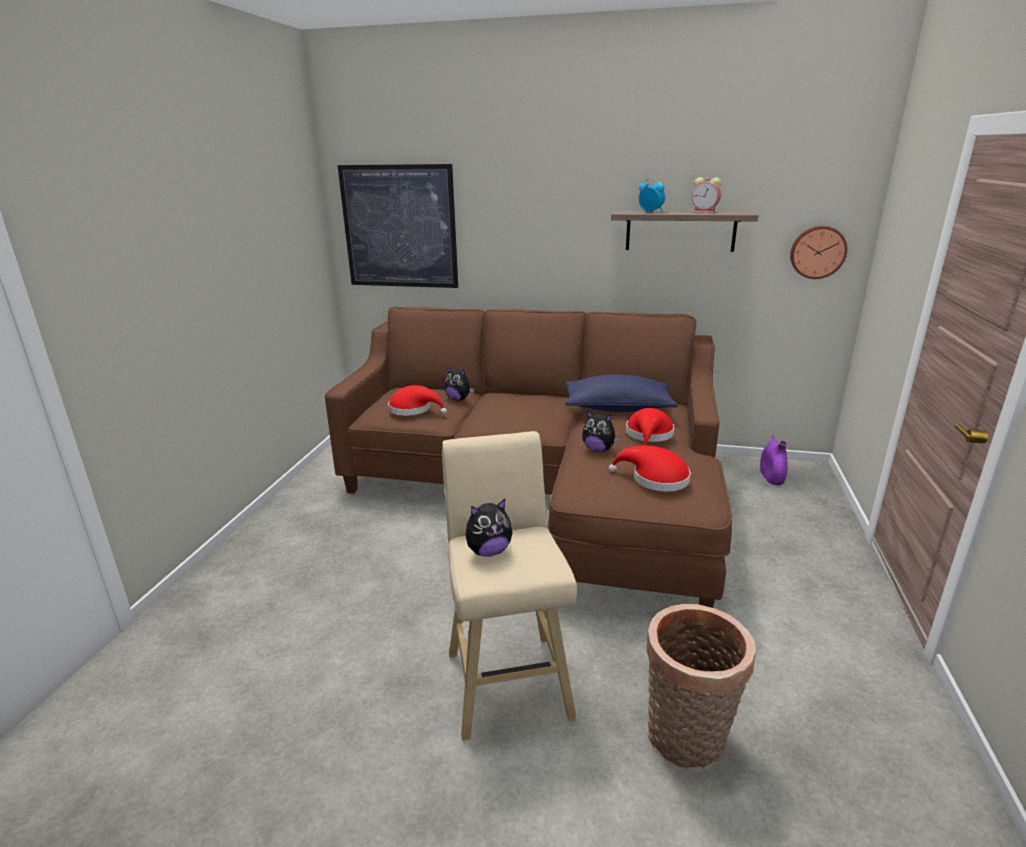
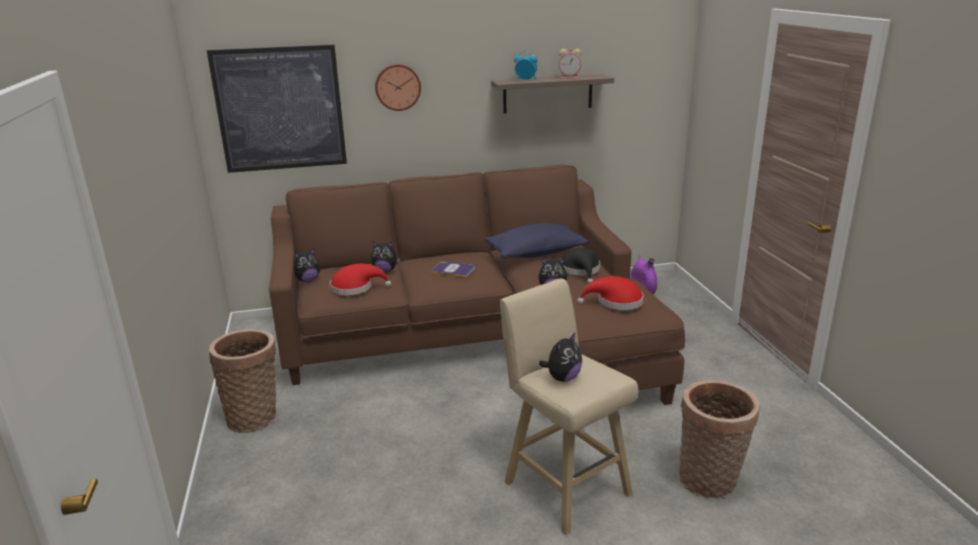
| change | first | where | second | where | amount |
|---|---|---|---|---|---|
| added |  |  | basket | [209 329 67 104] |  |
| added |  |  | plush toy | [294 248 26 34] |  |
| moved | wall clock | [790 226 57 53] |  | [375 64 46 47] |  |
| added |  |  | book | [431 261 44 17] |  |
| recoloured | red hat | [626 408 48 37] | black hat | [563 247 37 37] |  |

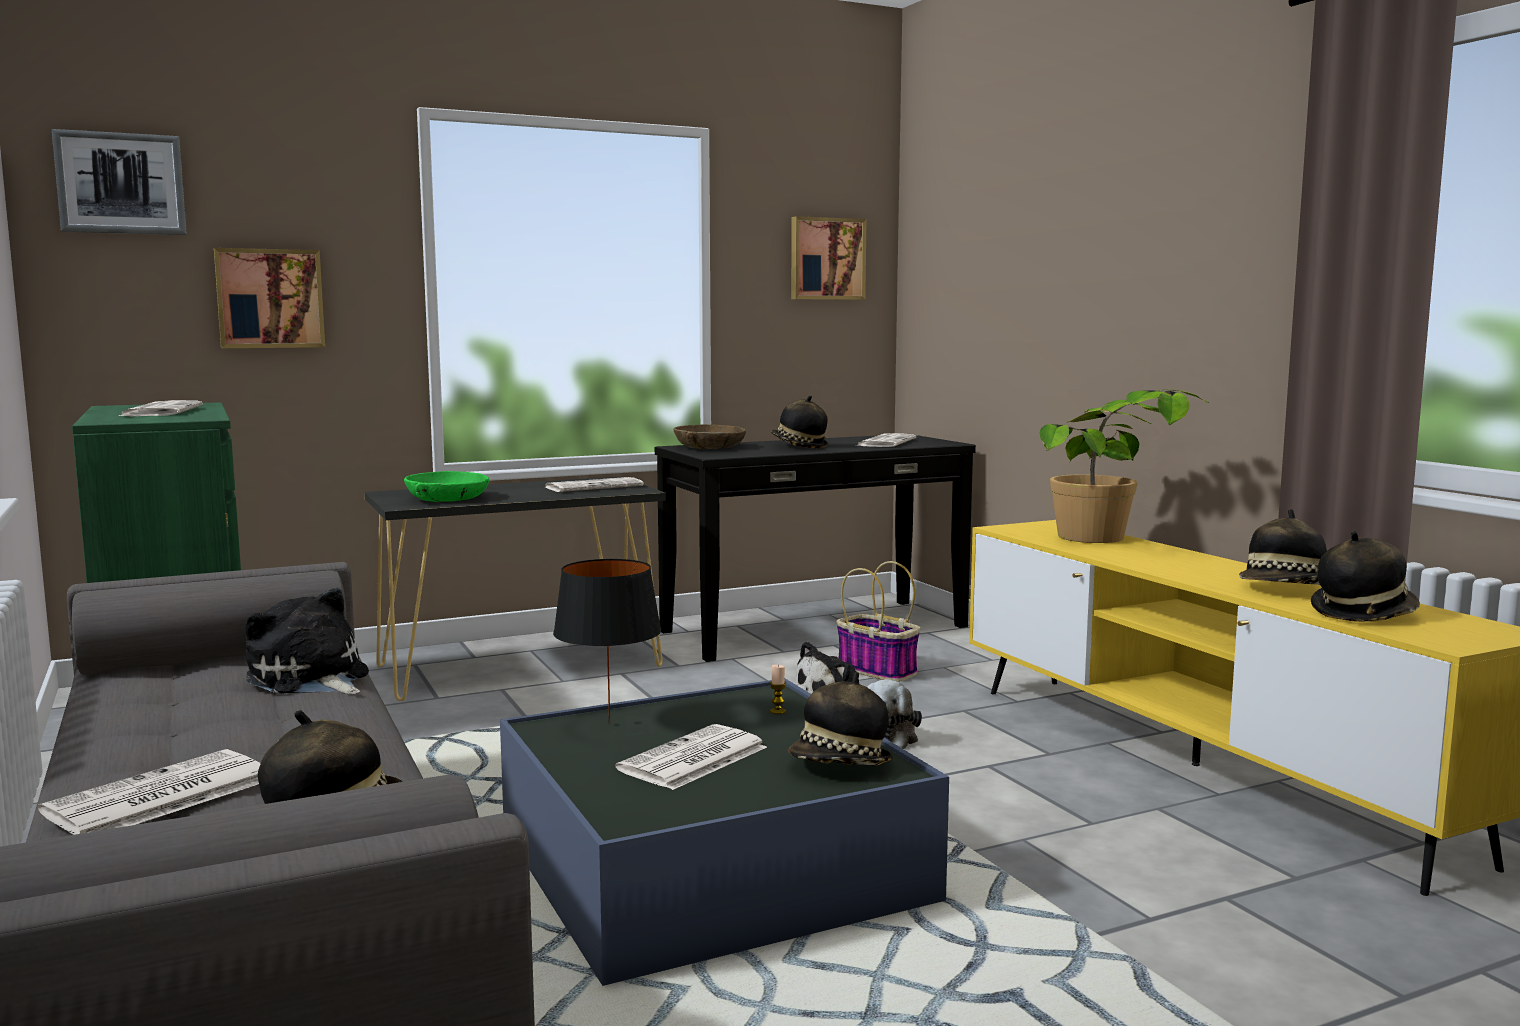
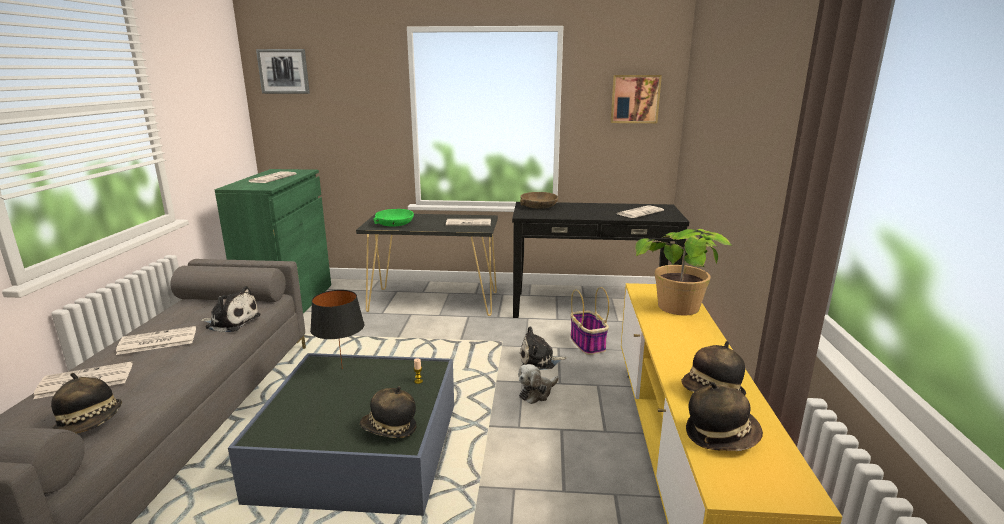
| change | first | where | second | where | amount |
|---|---|---|---|---|---|
| moved | newspaper | [615 724 152 66] |  | [116 326 80 29] |  |
| turned | plush toy | [245 588 124 106] |  | [200 286 61 46] | 120 degrees clockwise |
| removed | picture | [214 248 111 100] |  |  |  |
| removed | hat | [771 395 57 53] |  |  |  |

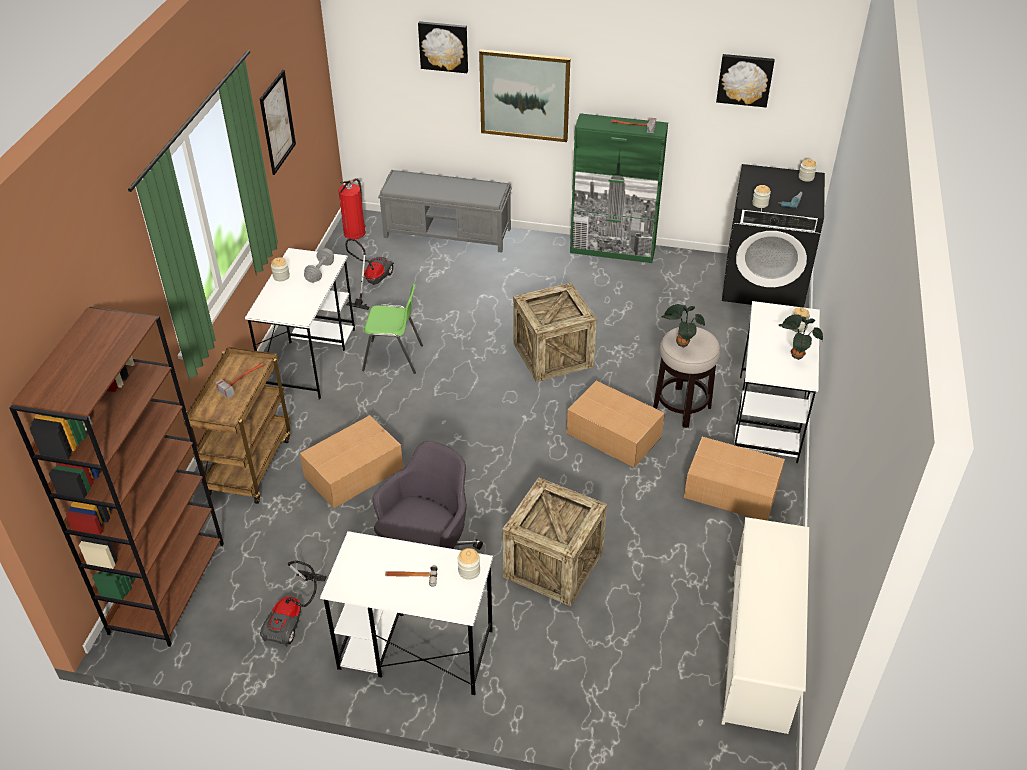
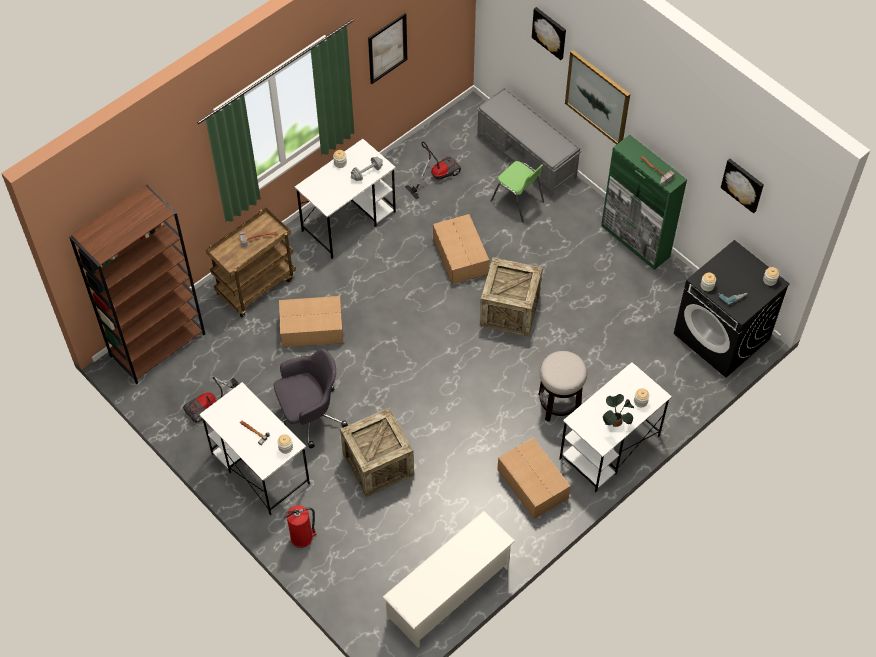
| change | first | where | second | where | amount |
|---|---|---|---|---|---|
| moved | fire extinguisher | [338 178 28 61] |  | [284 505 32 43] |  |
| moved | cardboard box | [566 381 99 87] |  | [433 214 56 70] |  |
| moved | green chair | [362 284 61 90] |  | [490 161 54 61] |  |
| removed | potted plant | [661 304 44 44] |  |  |  |

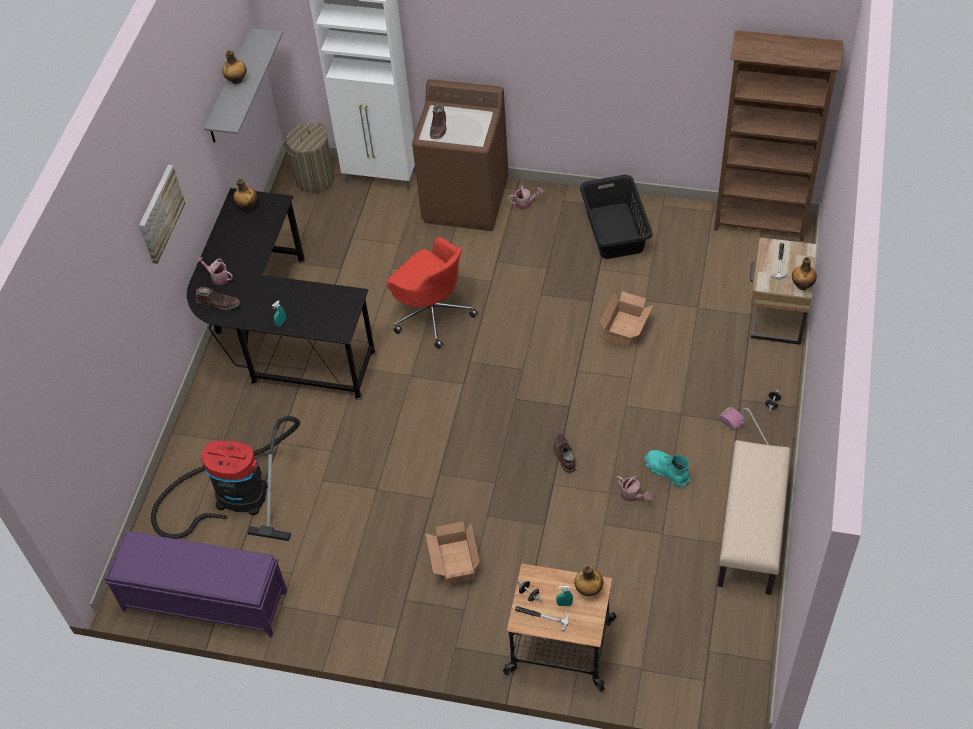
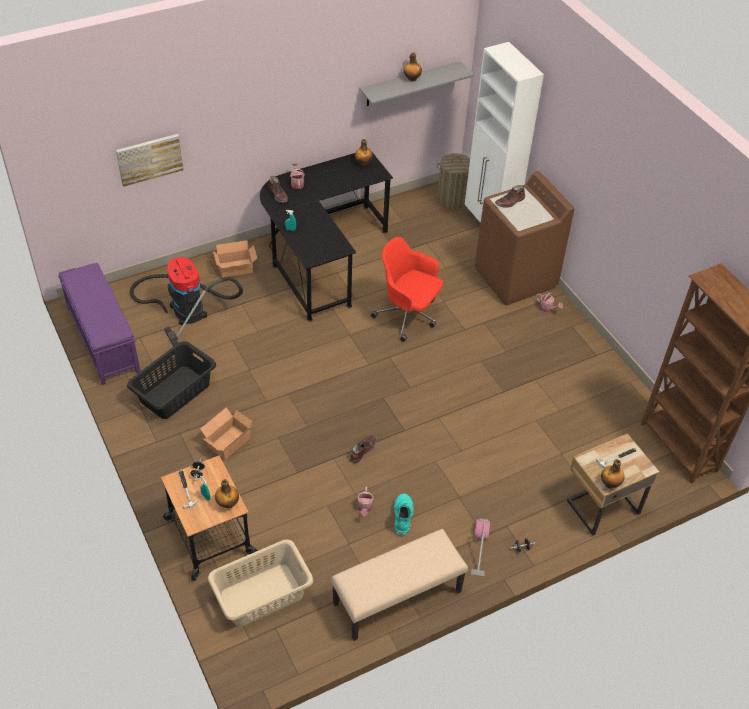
| change | first | where | second | where | amount |
|---|---|---|---|---|---|
| moved | picture | [139 165 46 99] |  | [116 134 67 53] |  |
| moved | black laundry basket | [580 175 72 84] |  | [127 341 89 78] |  |
| added |  |  | beige laundry basket | [208 540 105 87] |  |
| moved | cardboard box | [600 291 53 57] |  | [213 240 44 38] |  |
| turned | red office chair | [387 237 91 112] |  | [371 237 72 105] | 120 degrees clockwise |

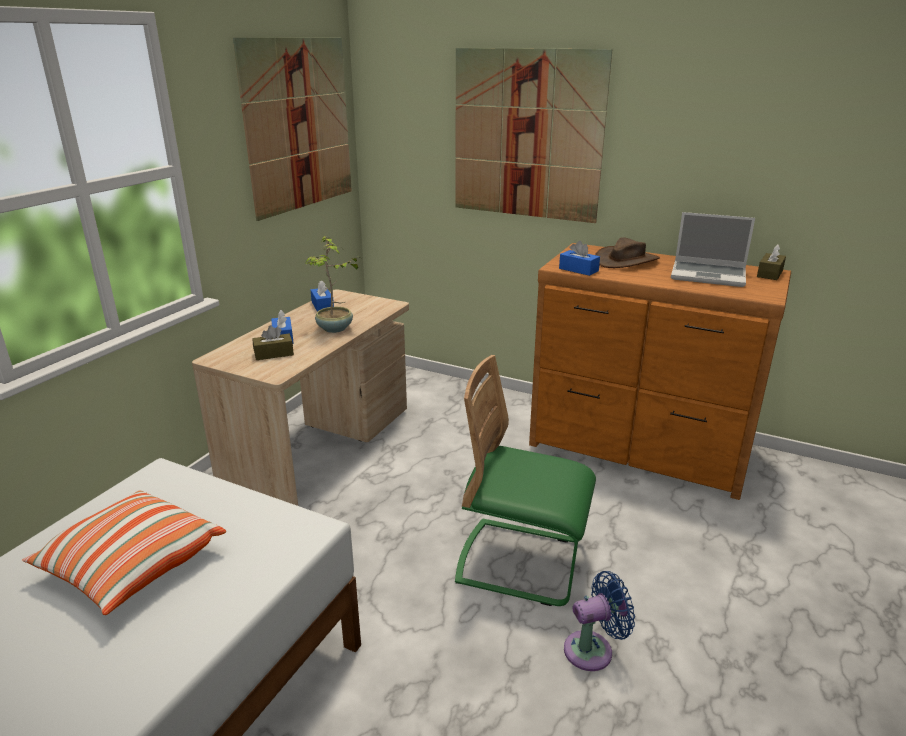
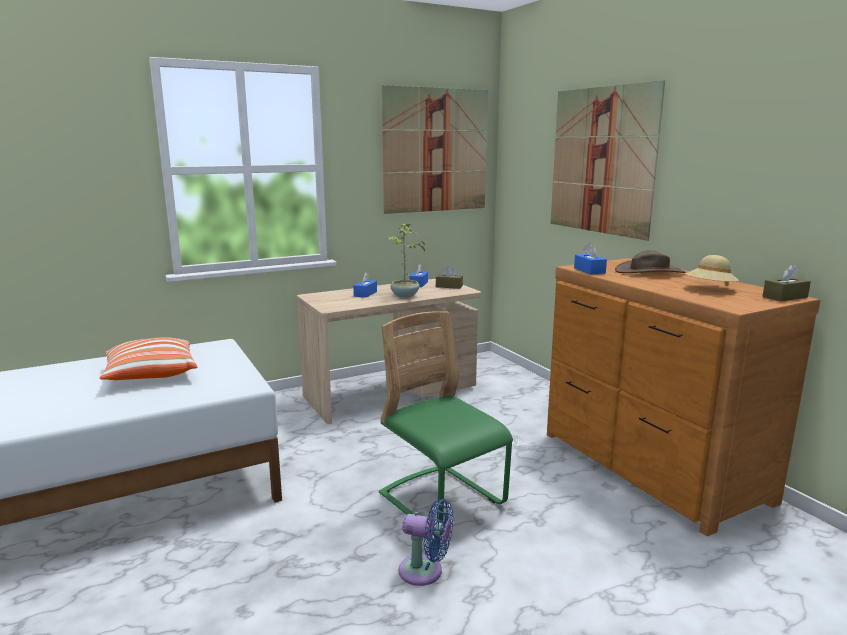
| change | first | where | second | where | amount |
|---|---|---|---|---|---|
| moved | brown tissue box | [252 325 42 35] |  | [436 266 27 23] |  |
| replaced | laptop | [671 212 84 75] | beige hat | [686 255 53 31] |  |

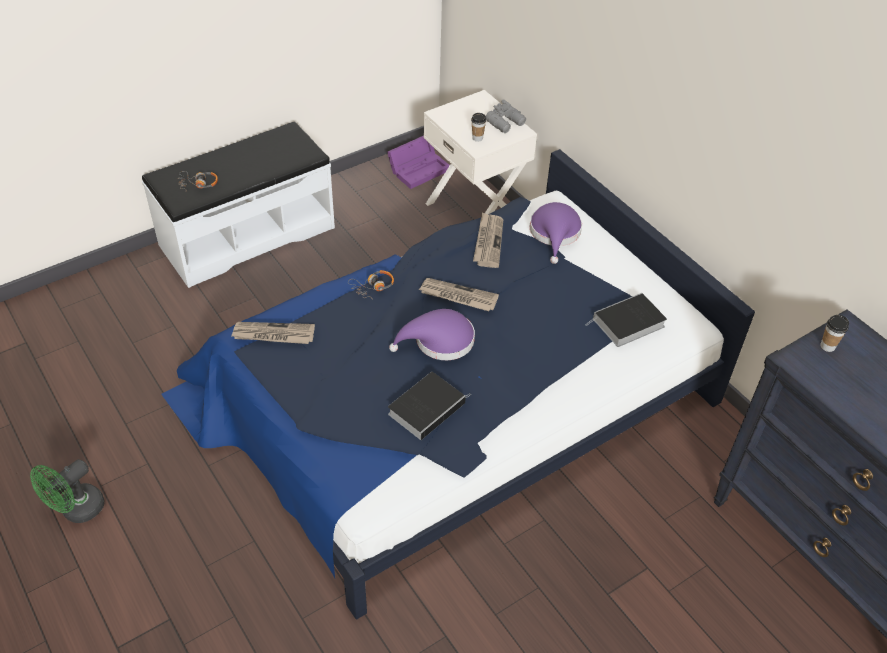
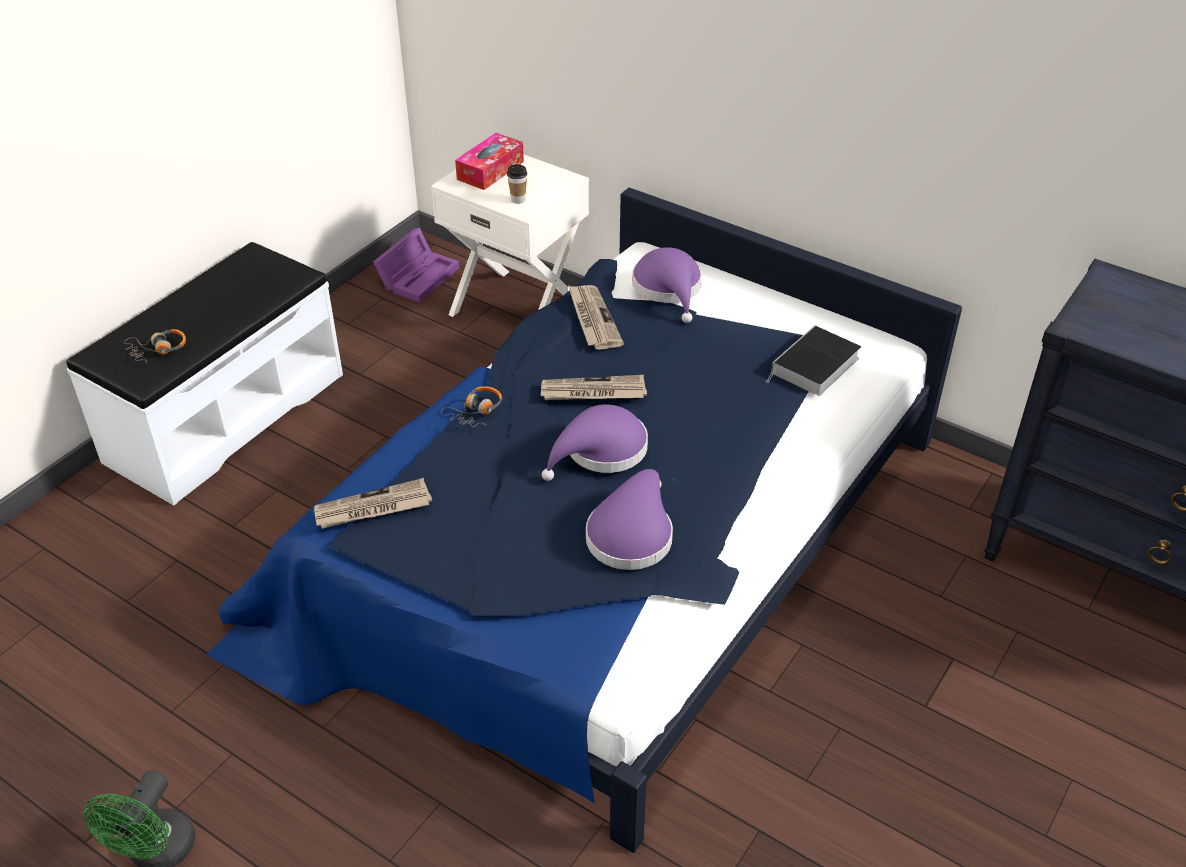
| change | first | where | second | where | amount |
|---|---|---|---|---|---|
| added |  |  | tissue box | [455 133 69 57] |  |
| replaced | book | [388 372 83 68] | purple hat | [586 469 87 101] |  |
| removed | grey binoculars | [486 99 40 34] |  |  |  |
| removed | cup | [820 315 29 37] |  |  |  |

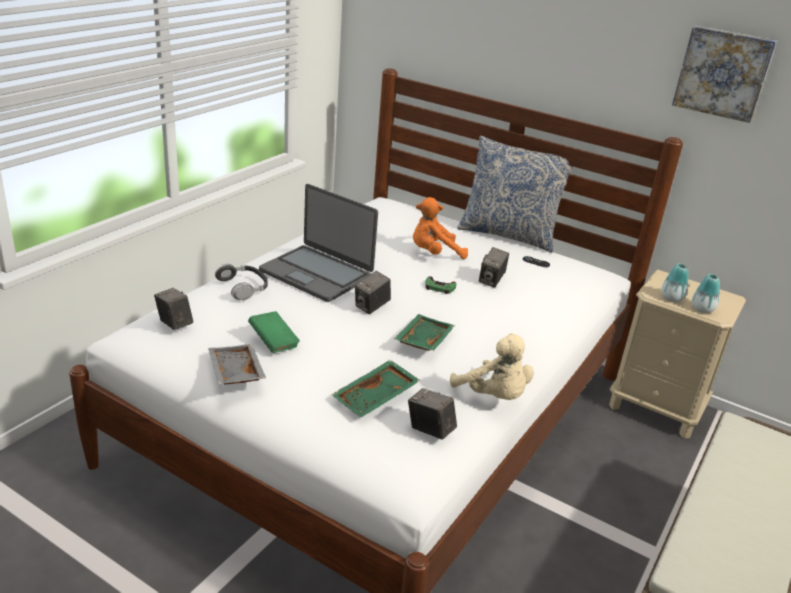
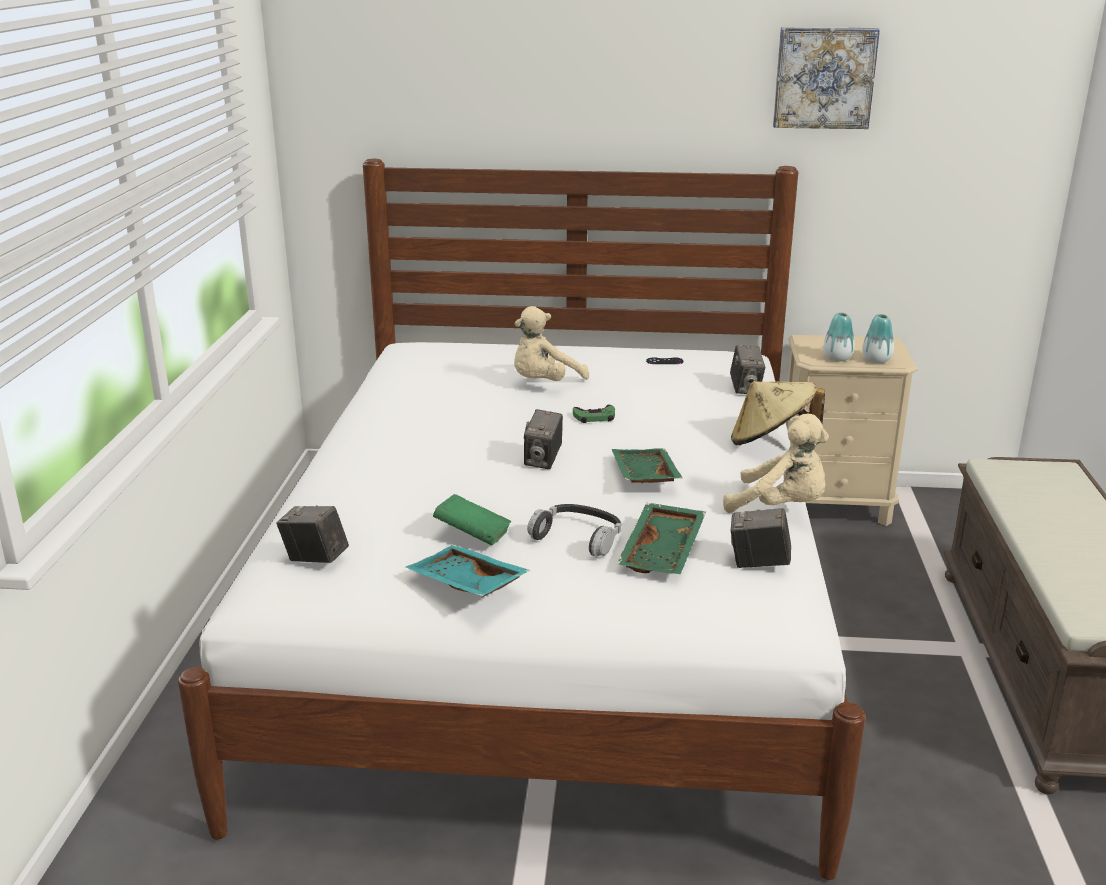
| change | first | where | second | where | amount |
|---|---|---|---|---|---|
| recoloured | grey tray | [208 344 58 41] | turquoise tray | [406 545 125 52] |  |
| recoloured | orange plush toy | [413 197 55 62] | beige plush toy | [514 306 75 75] |  |
| moved | headphones | [215 263 53 38] |  | [527 504 94 53] |  |
| moved | photo camera | [479 247 30 40] |  | [730 345 35 49] |  |
| added |  |  | beige hat | [731 381 94 64] |  |
| removed | laptop | [259 184 119 118] |  |  |  |
| removed | pillow | [457 136 115 117] |  |  |  |

